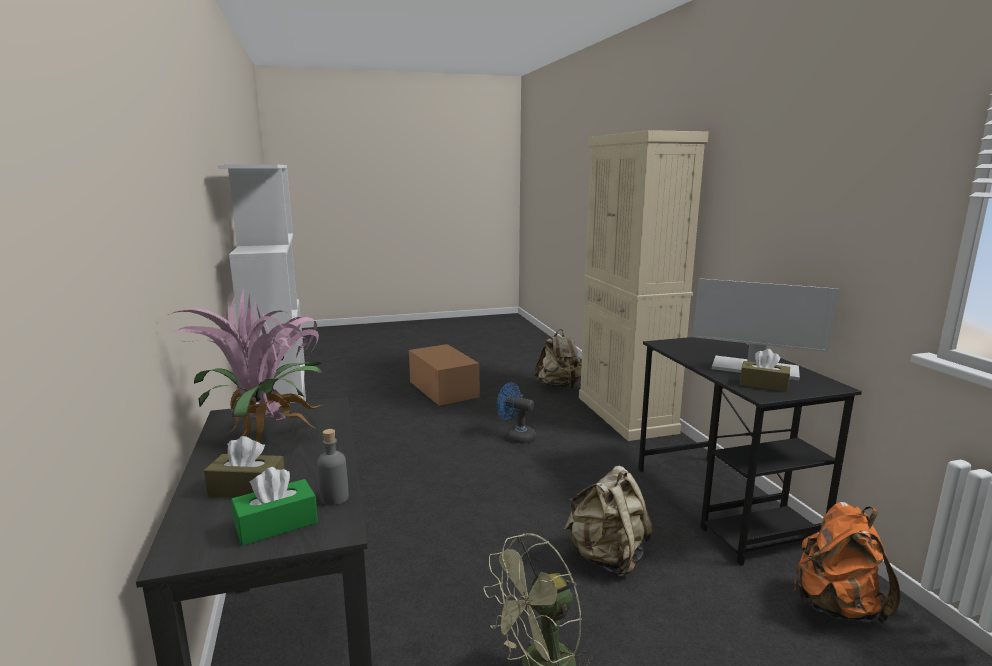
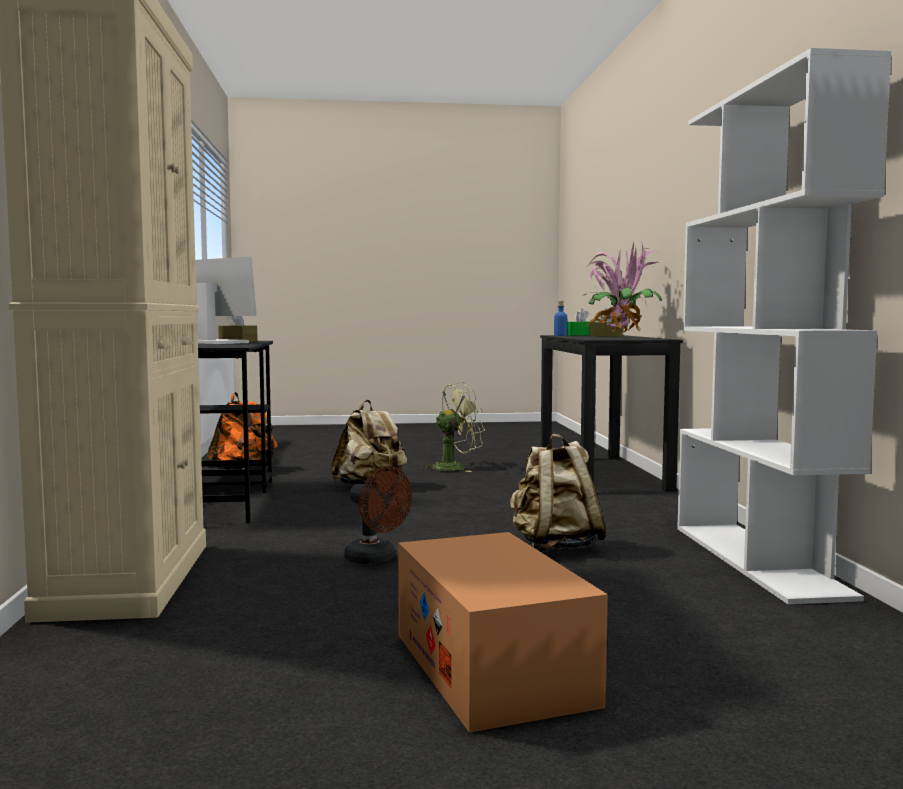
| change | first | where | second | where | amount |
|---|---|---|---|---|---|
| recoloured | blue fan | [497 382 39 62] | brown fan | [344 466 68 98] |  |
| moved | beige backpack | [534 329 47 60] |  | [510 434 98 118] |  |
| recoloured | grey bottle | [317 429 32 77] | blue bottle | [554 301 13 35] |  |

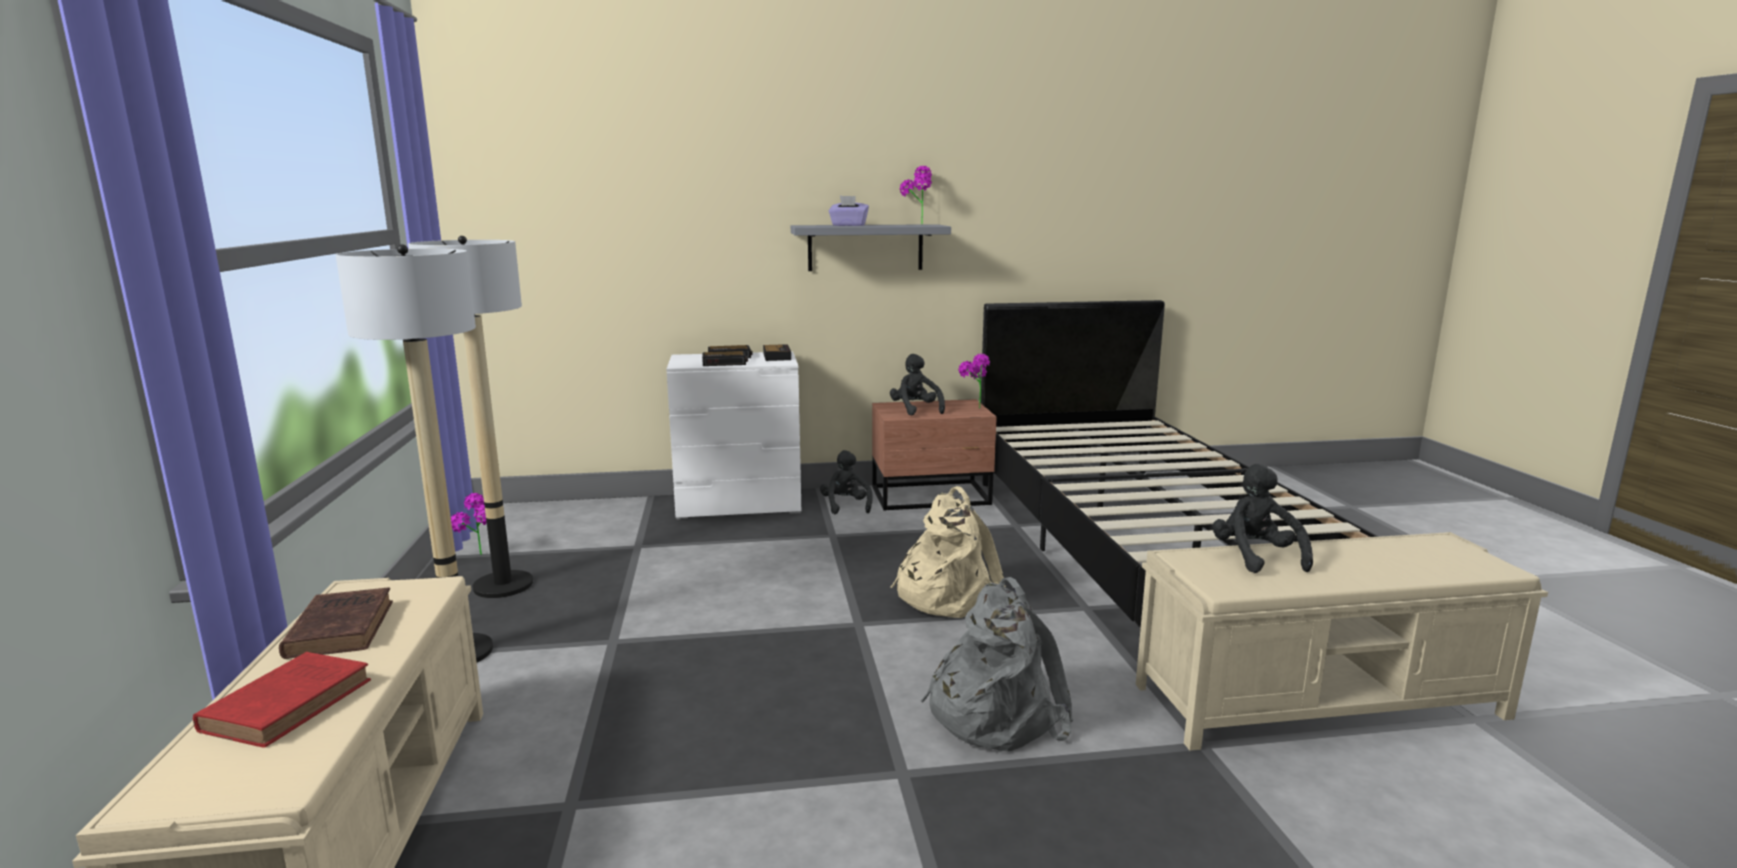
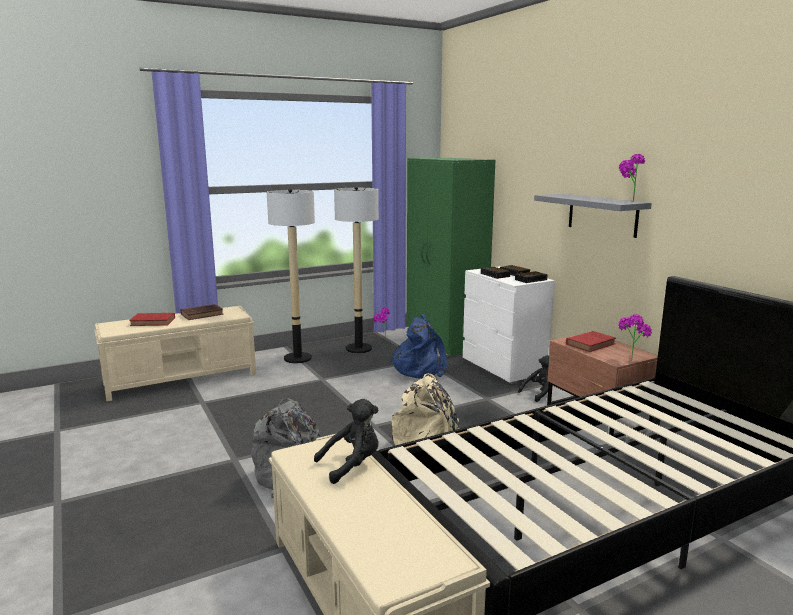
| change | first | where | second | where | amount |
|---|---|---|---|---|---|
| added |  |  | blue backpack | [390 314 57 65] |  |
| added |  |  | green wardrobe | [407 158 88 198] |  |
| replaced | black plush toy | [890 354 55 61] | red book | [566 331 50 21] |  |
| removed | purple tissue box | [829 196 40 30] |  |  |  |

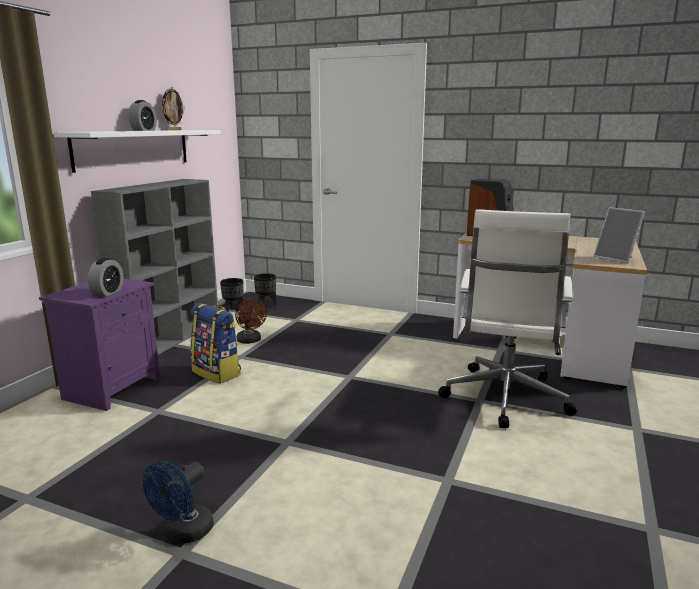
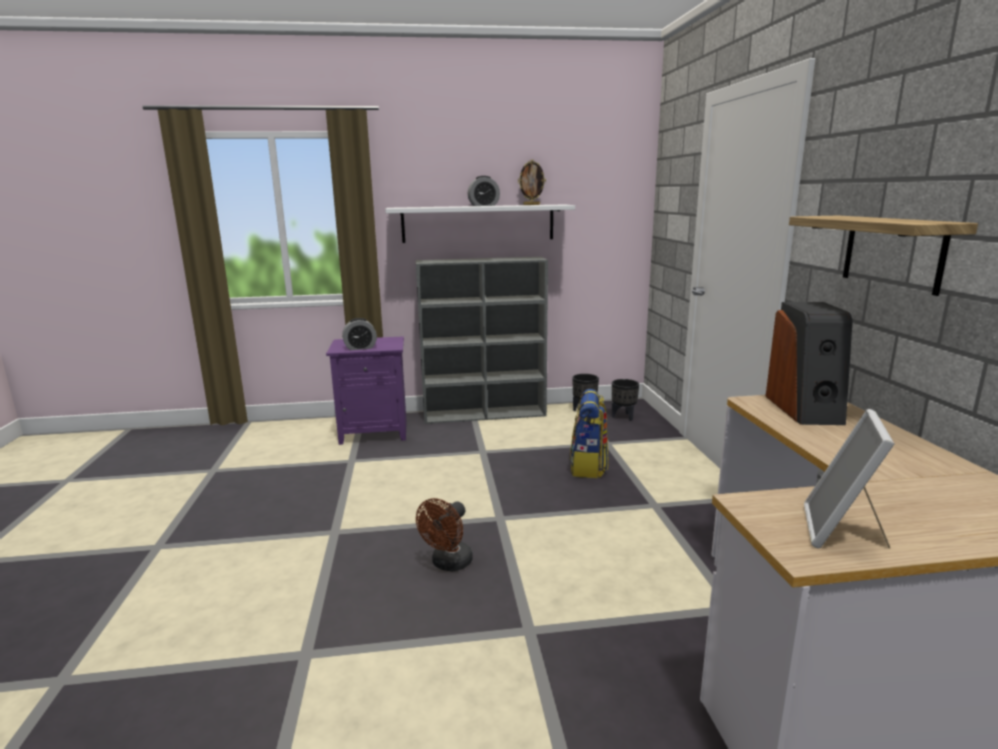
| change | first | where | second | where | amount |
|---|---|---|---|---|---|
| moved | brown fan | [235 298 32 46] |  | [416 498 57 73] |  |
| moved | backpack | [190 303 51 81] |  | [570 389 38 89] |  |
| added |  |  | shelf | [789 215 189 81] |  |
| removed | blue fan | [143 461 71 82] |  |  |  |
| removed | white office chair | [438 209 139 219] |  |  |  |

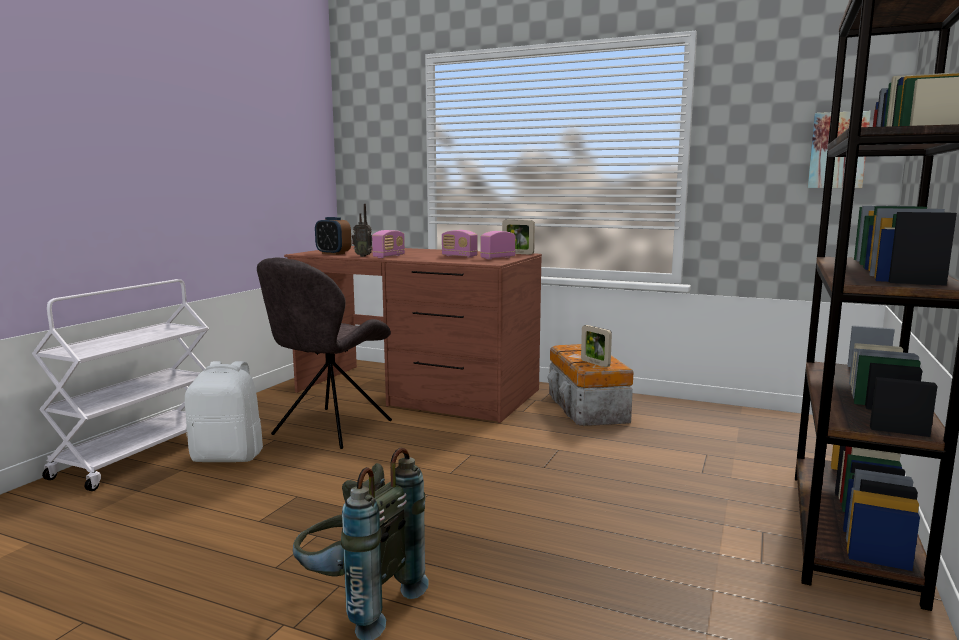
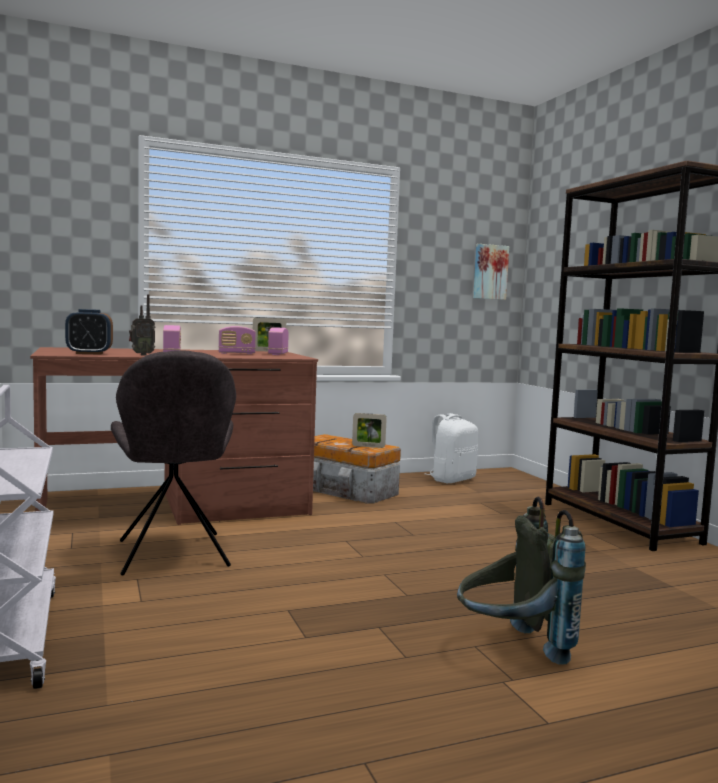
| change | first | where | second | where | amount |
|---|---|---|---|---|---|
| moved | white backpack | [185 361 78 101] |  | [427 413 51 70] |  |

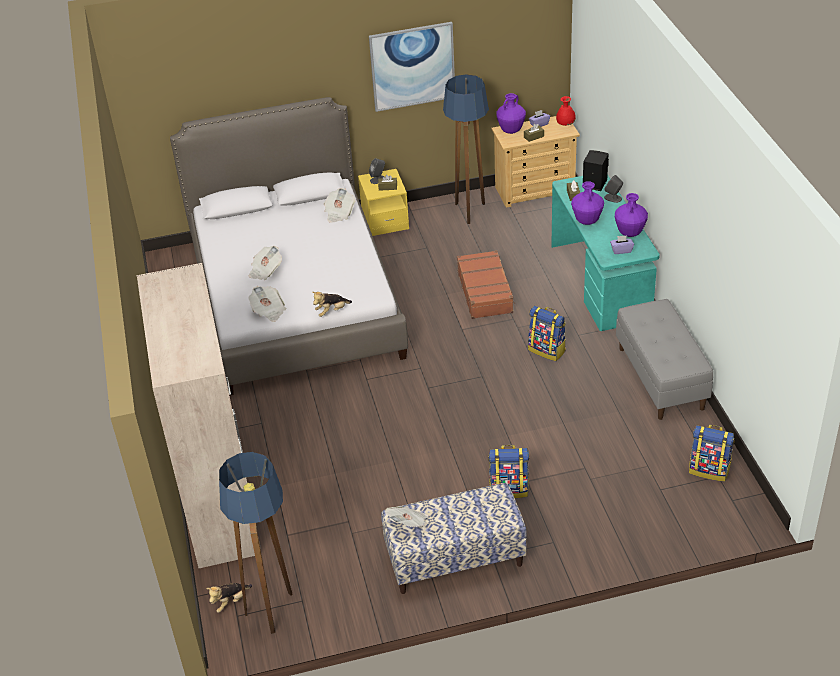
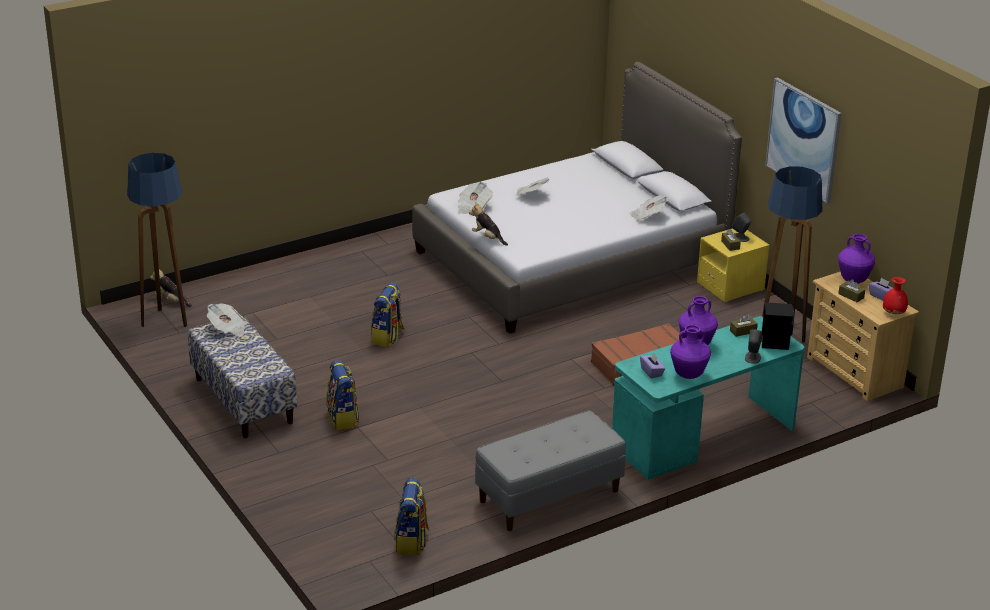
| change | first | where | second | where | amount |
|---|---|---|---|---|---|
| moved | backpack | [528 306 38 55] |  | [371 283 33 64] |  |
| removed | beige wardrobe | [137 263 124 305] |  |  |  |

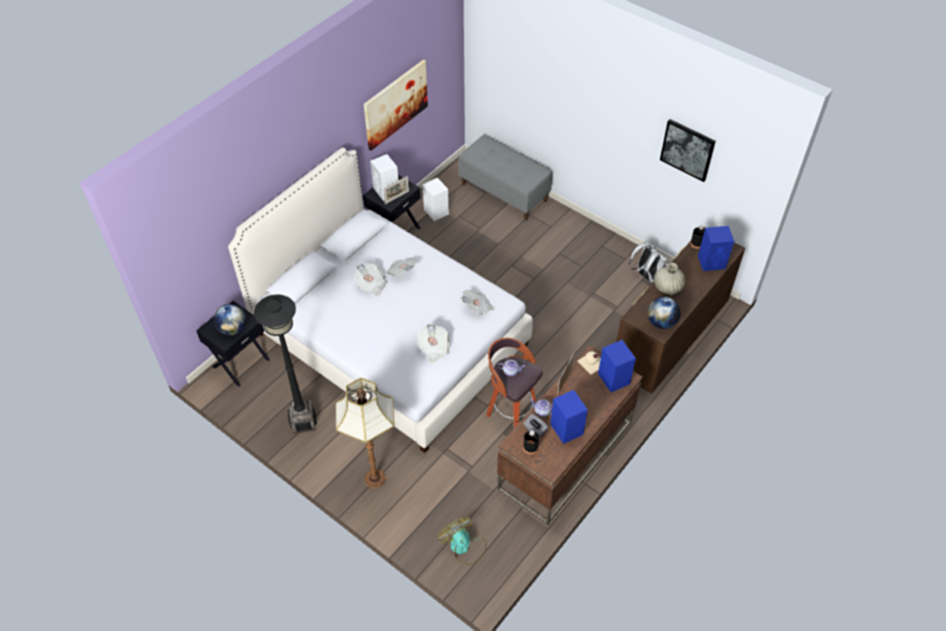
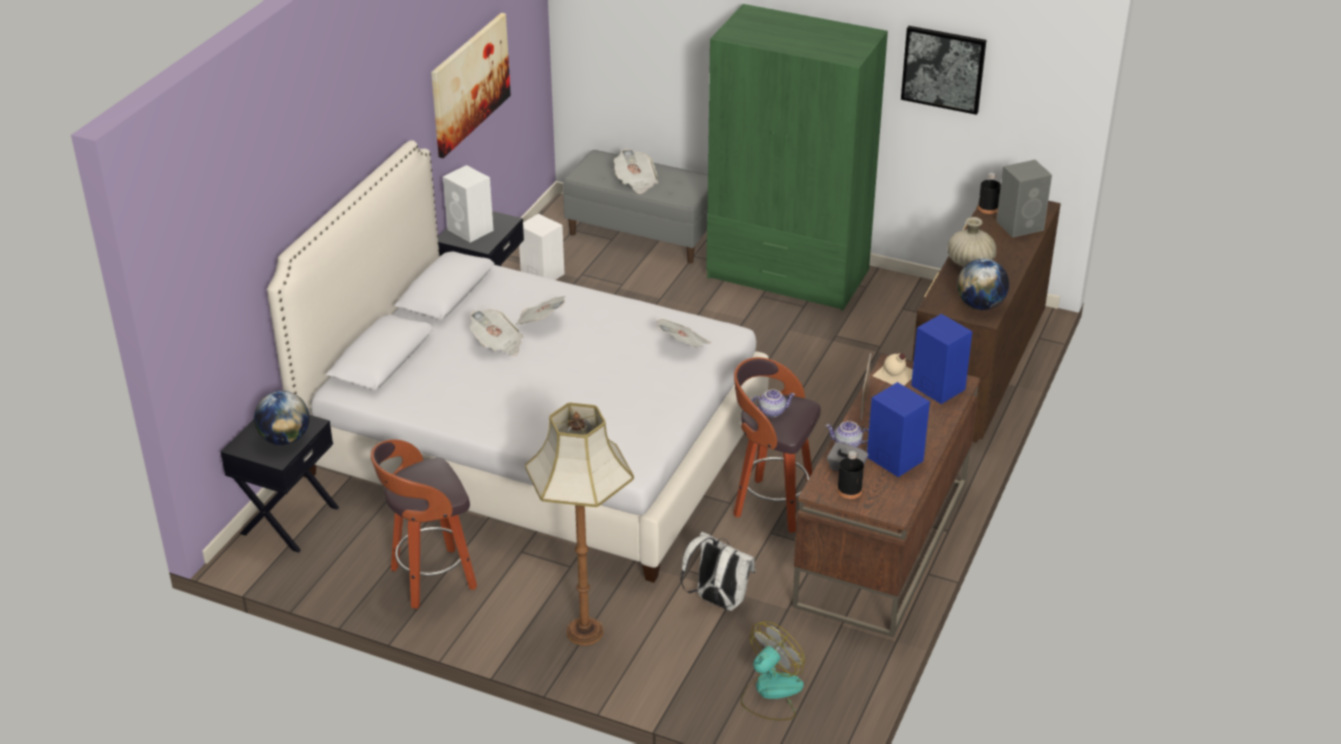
| change | first | where | second | where | amount |
|---|---|---|---|---|---|
| replaced | black floor lamp | [254 294 62 140] | stool | [371 440 106 169] |  |
| moved | newspaper | [418 323 31 40] |  | [614 149 44 45] |  |
| moved | white backpack | [629 241 39 41] |  | [681 532 74 79] |  |
| added |  |  | green wardrobe | [706 4 182 307] |  |
| turned | fan | [438 517 49 48] |  | [741 621 64 100] | 90 degrees clockwise |
| recoloured | blue speaker | [698 226 36 45] | grey speaker | [996 160 56 78] |  |
| removed | picture frame | [383 176 26 28] |  |  |  |

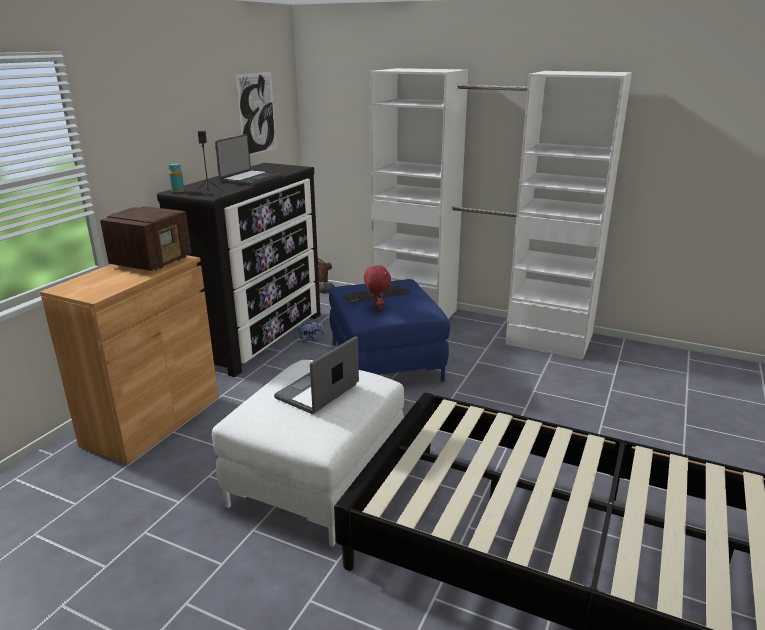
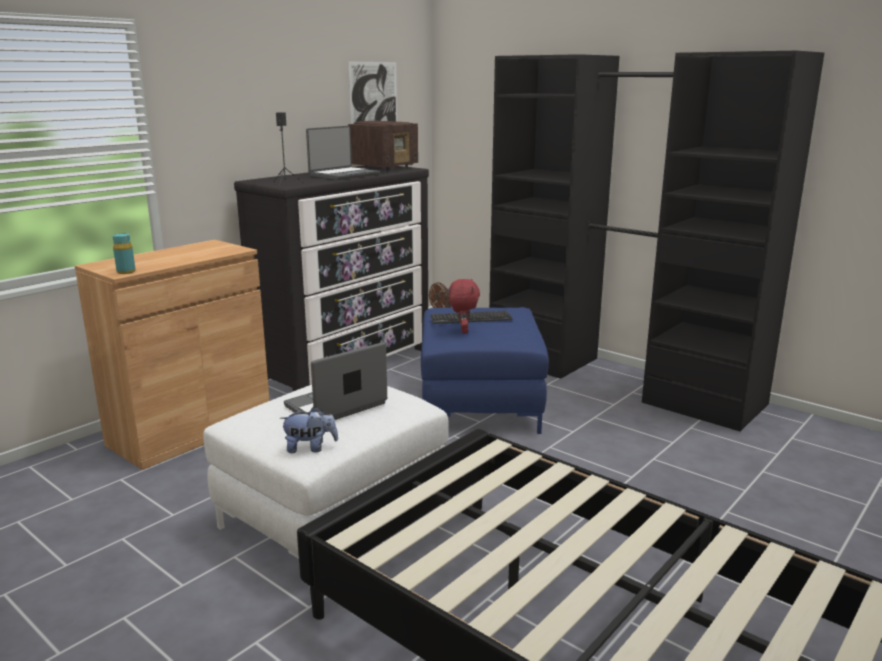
| change | first | where | second | where | amount |
|---|---|---|---|---|---|
| moved | turquoise bottle | [168 163 16 30] |  | [113 233 22 41] |  |
| moved | plush toy | [299 320 25 23] |  | [280 407 58 46] |  |
| moved | radio | [100 206 92 65] |  | [348 120 70 50] |  |
| recoloured | white wardrobe | [370 68 262 292] | black wardrobe | [489 51 335 380] |  |

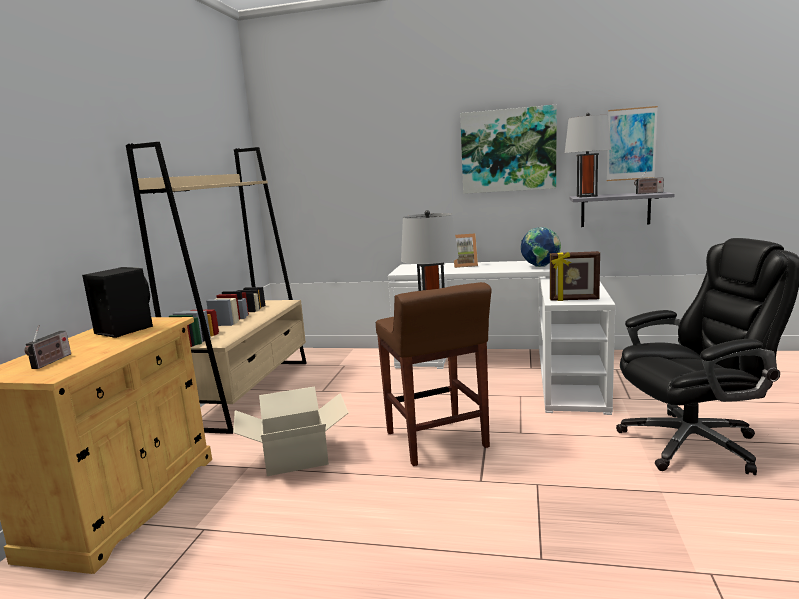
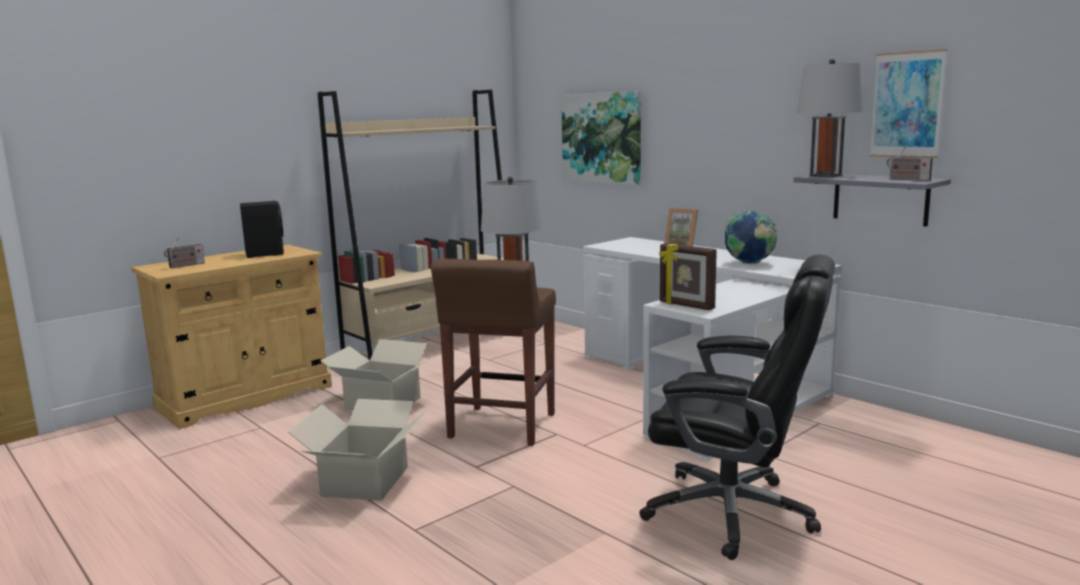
| change | first | where | second | where | amount |
|---|---|---|---|---|---|
| added |  |  | cardboard box | [288 399 141 102] |  |
| moved | picture | [460 105 96 89] |  | [561 91 80 95] |  |

